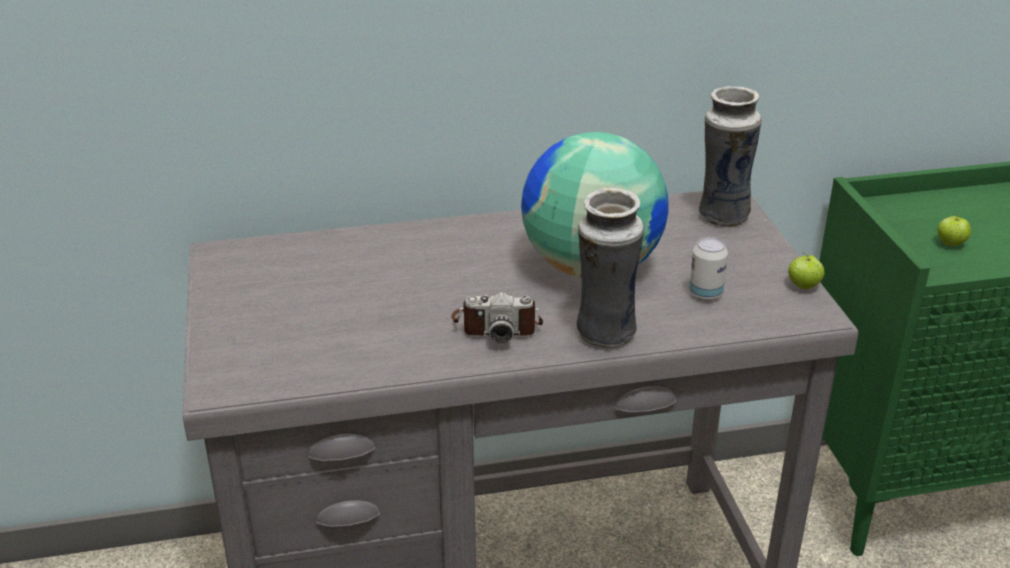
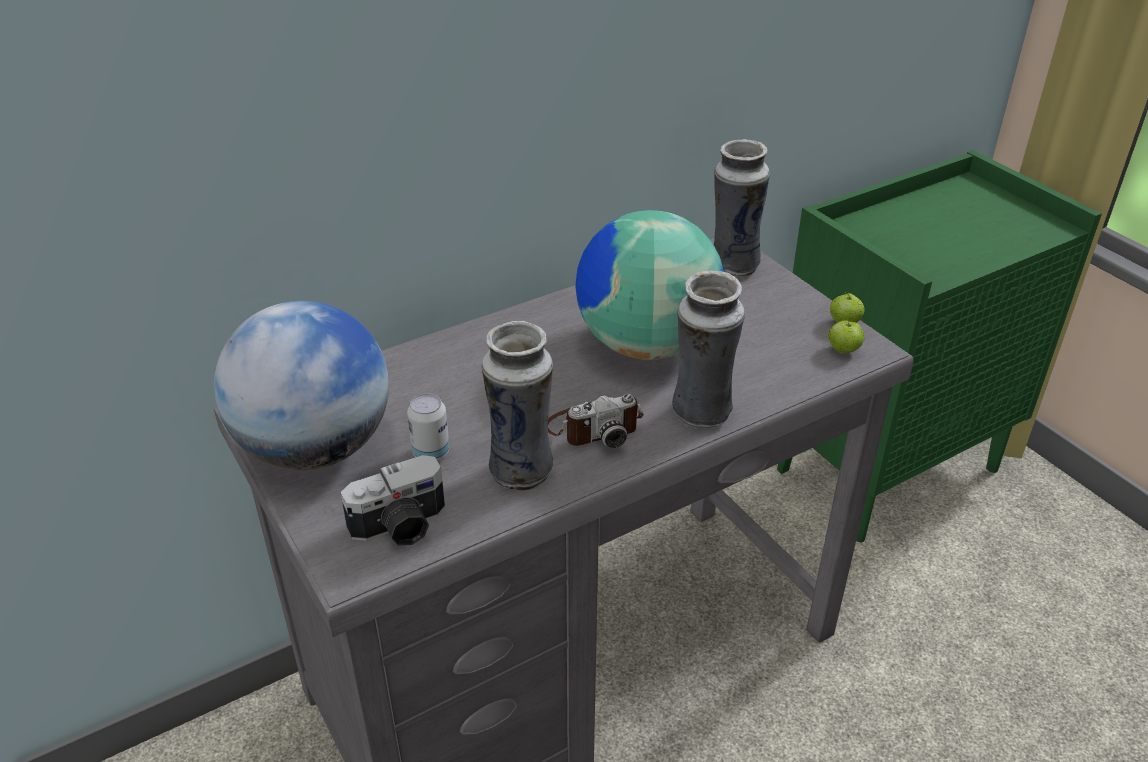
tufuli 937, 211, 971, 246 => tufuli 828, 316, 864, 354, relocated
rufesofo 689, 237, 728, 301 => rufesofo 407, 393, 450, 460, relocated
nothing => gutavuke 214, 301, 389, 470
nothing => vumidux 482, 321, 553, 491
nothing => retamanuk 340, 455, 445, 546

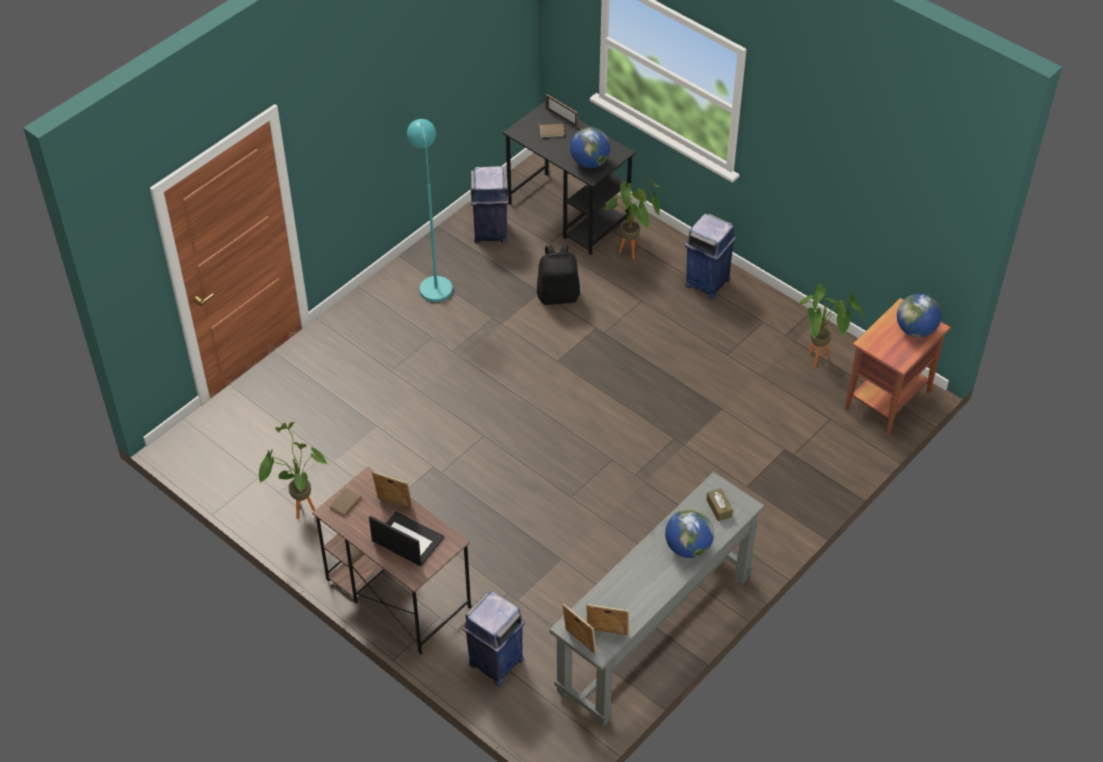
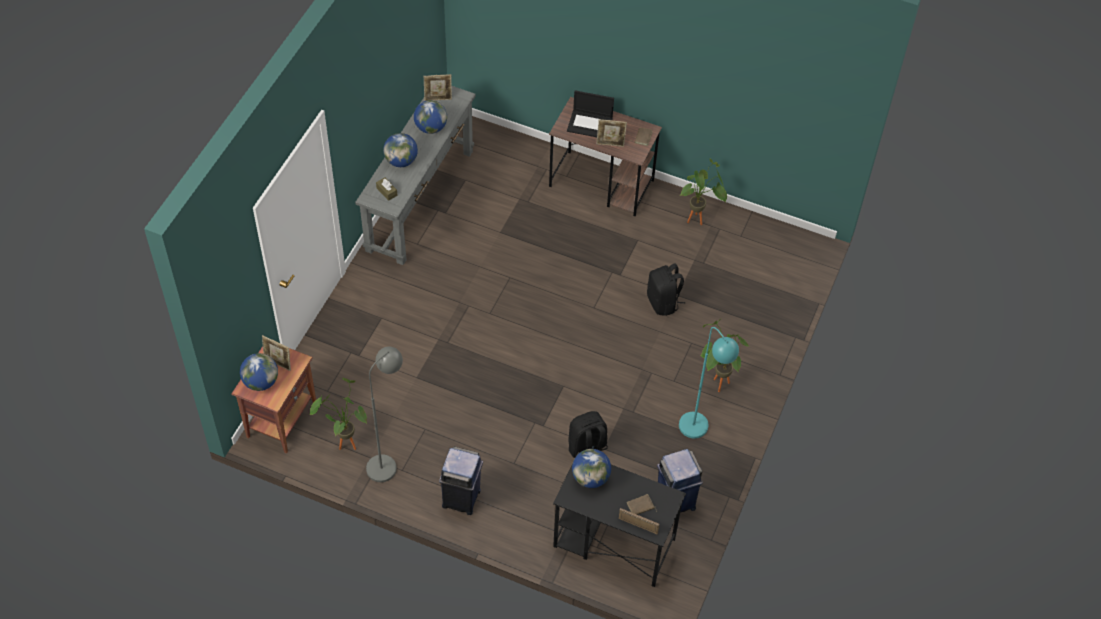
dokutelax 604, 175, 663, 259 => dokutelax 700, 319, 749, 392, relocated
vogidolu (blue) 463, 591, 525, 686 => nothing
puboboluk 562, 603, 596, 654 => puboboluk 262, 335, 291, 371, relocated
nothing => gutavuke 414, 100, 447, 134
nothing => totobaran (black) 647, 264, 685, 316
nothing => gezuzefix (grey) 366, 347, 403, 482

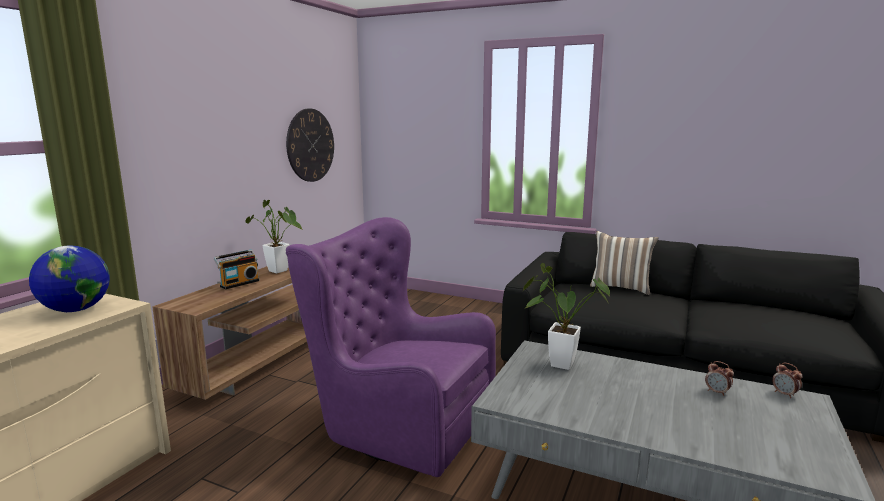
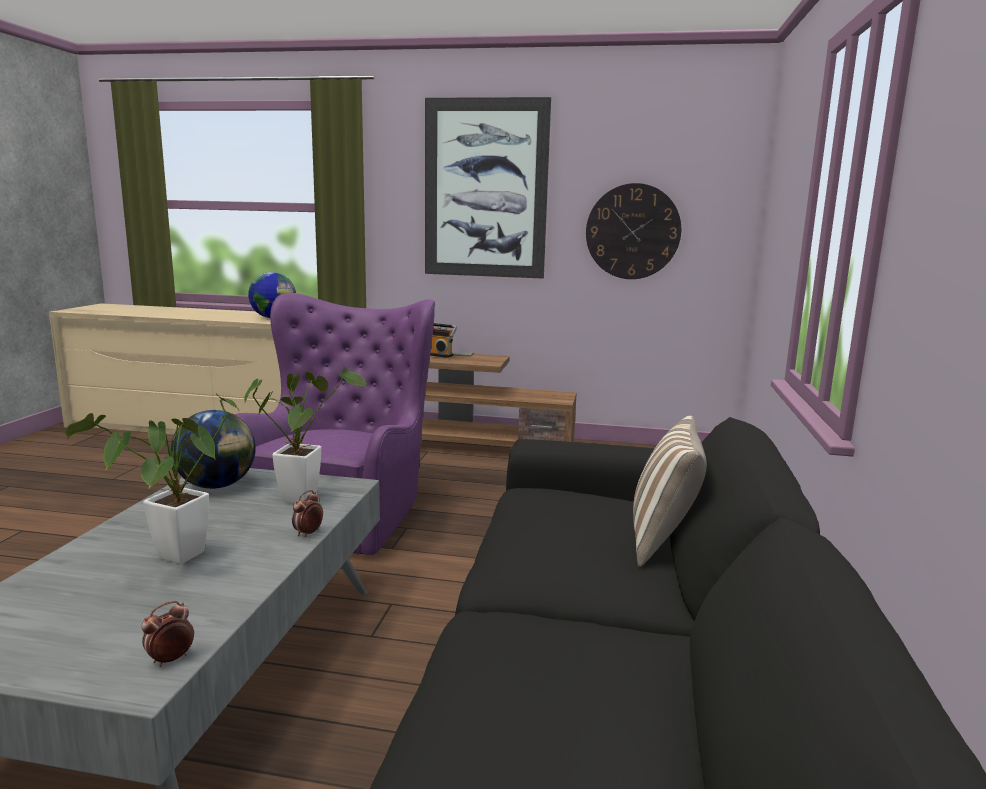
dokutelax 246, 200, 302, 273 => dokutelax 65, 394, 239, 564, relocated
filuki 705, 361, 734, 396 => filuki 292, 490, 323, 537, relocated
nothing => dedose 425, 97, 551, 279
nothing => gutavuke 171, 410, 256, 489

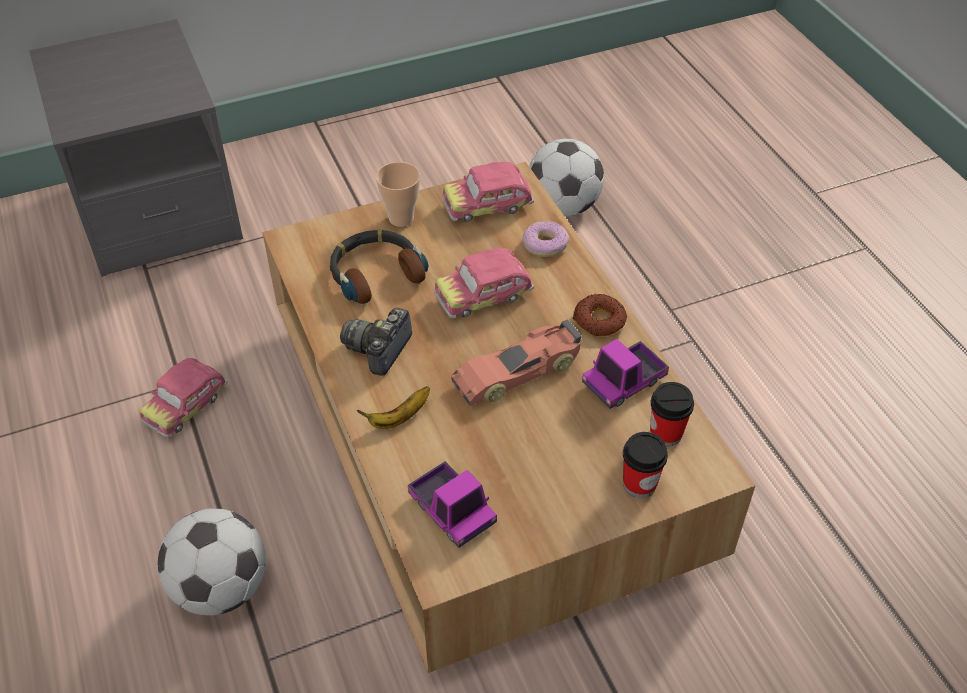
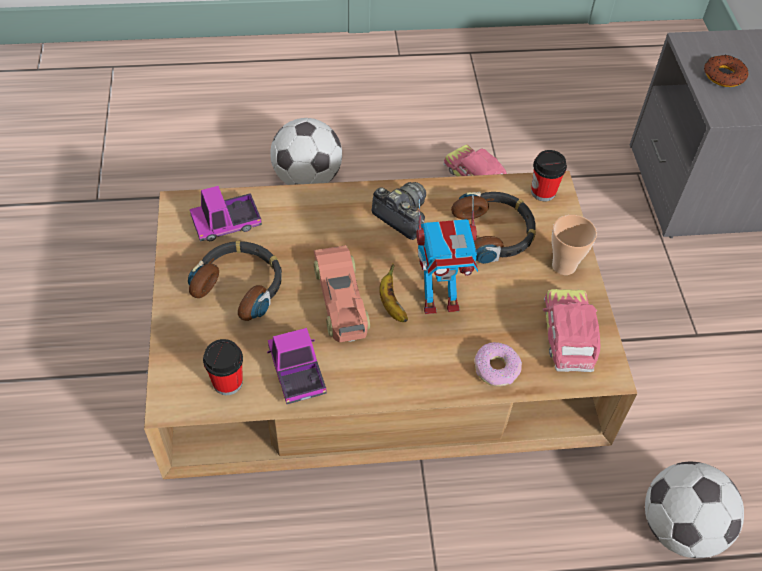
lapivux 434, 248, 534, 318 => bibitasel 417, 195, 478, 314
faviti 573, 294, 627, 336 => faviti 704, 55, 748, 87, relocated
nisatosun 357, 386, 430, 429 => nisatosun 379, 263, 408, 322, relocated
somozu 623, 432, 668, 498 => somozu 531, 150, 567, 201, relocated
nothing => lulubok 188, 240, 282, 321

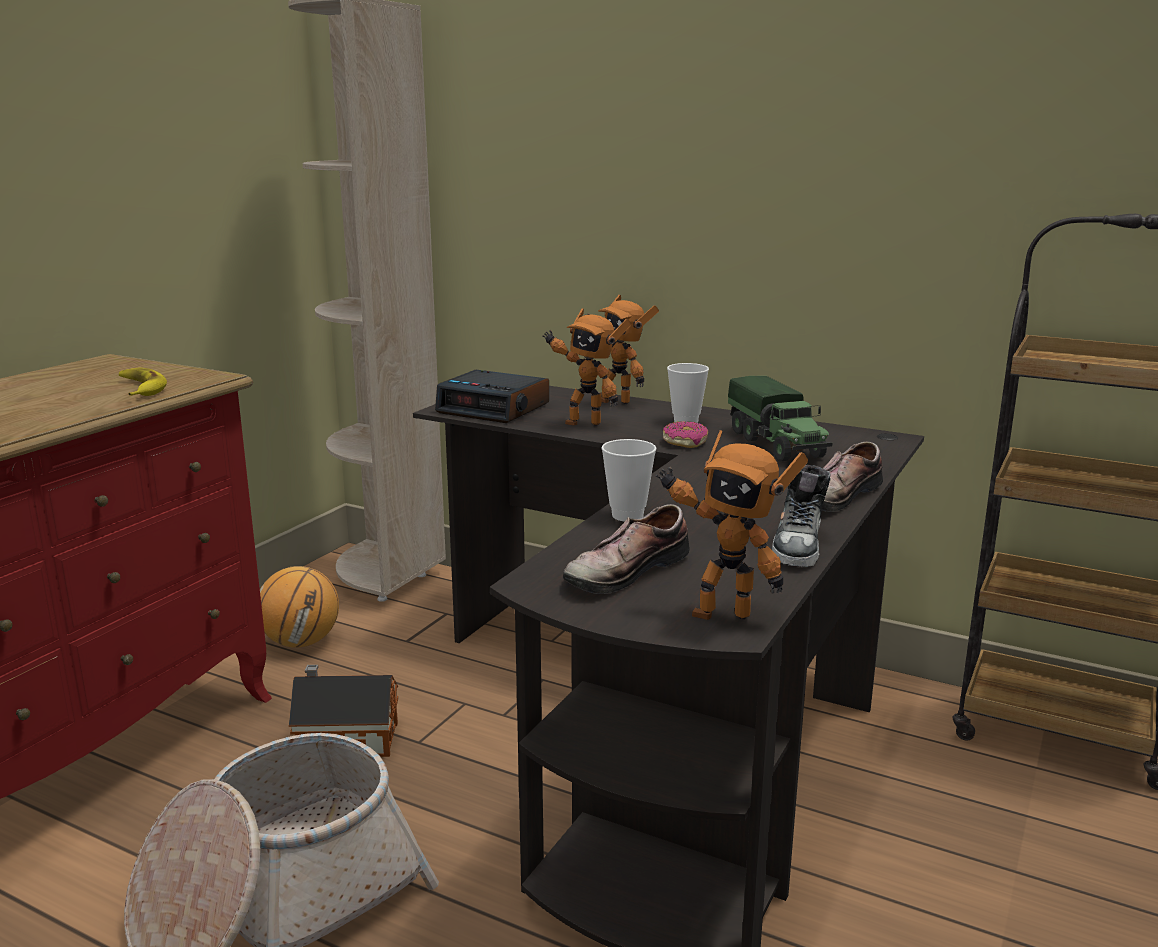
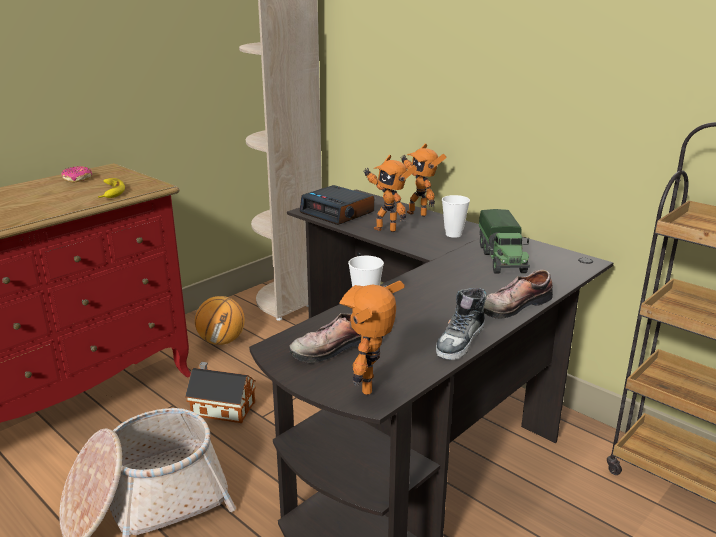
faviti 663, 421, 708, 448 => faviti 61, 166, 92, 183, relocated
bibitasel 656, 430, 808, 620 => bibitasel 339, 281, 405, 395, 75 degrees clockwise

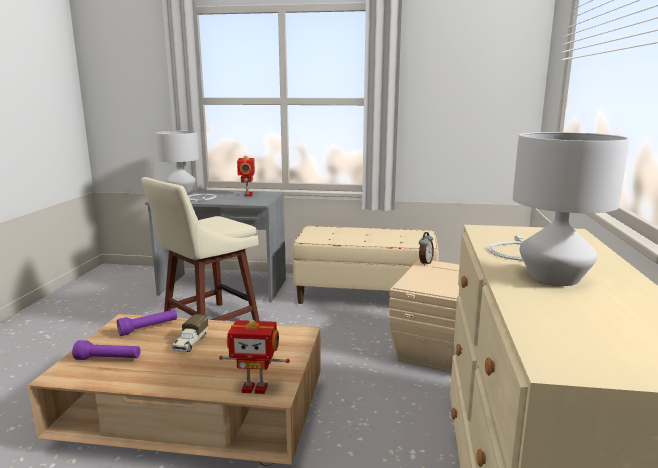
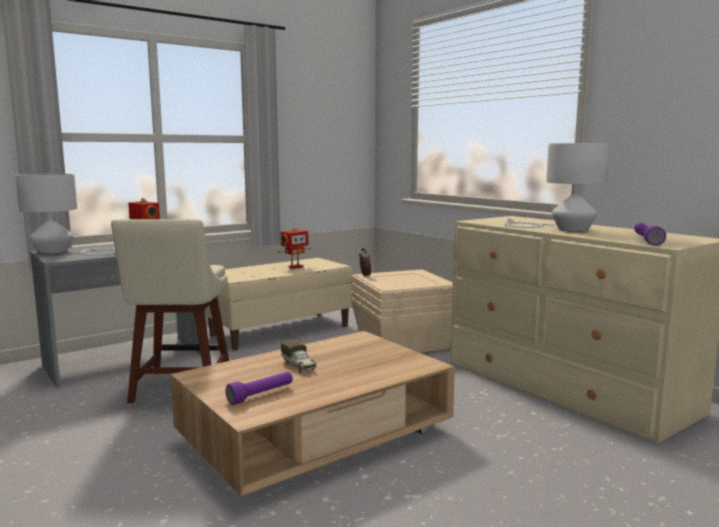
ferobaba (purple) 117, 309, 177, 336 => ferobaba (purple) 635, 223, 666, 246, relocated
bibitasel 219, 320, 290, 394 => bibitasel 278, 227, 311, 269, relocated

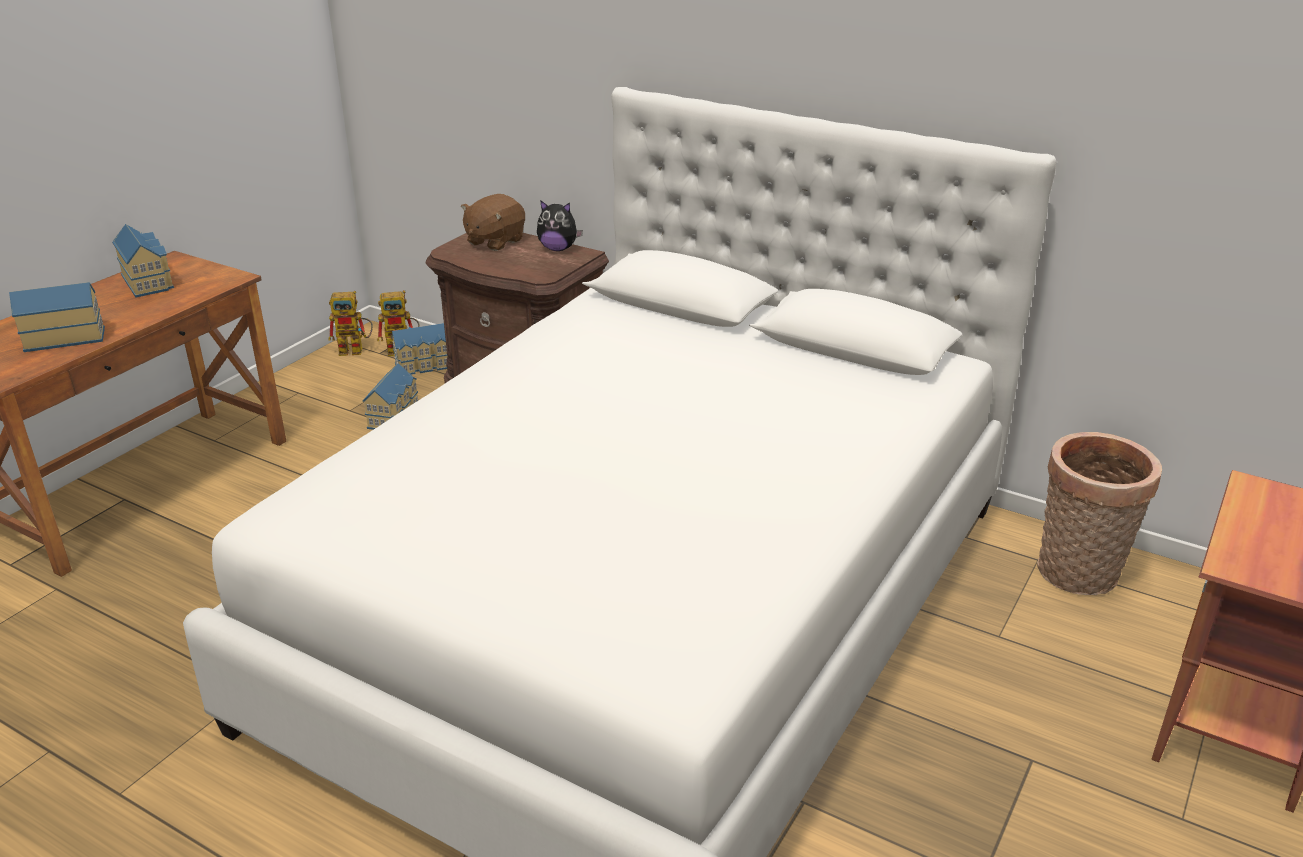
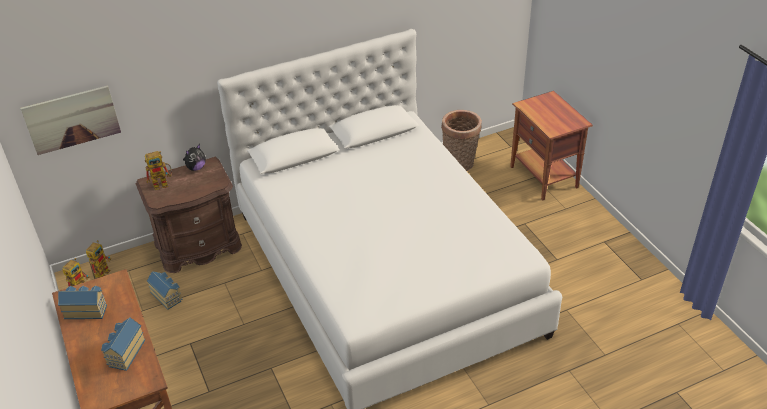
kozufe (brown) 461, 194, 525, 251 => bibitasel 145, 151, 172, 190
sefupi 391, 323, 448, 375 => nothing
nothing => dedose 20, 85, 121, 155

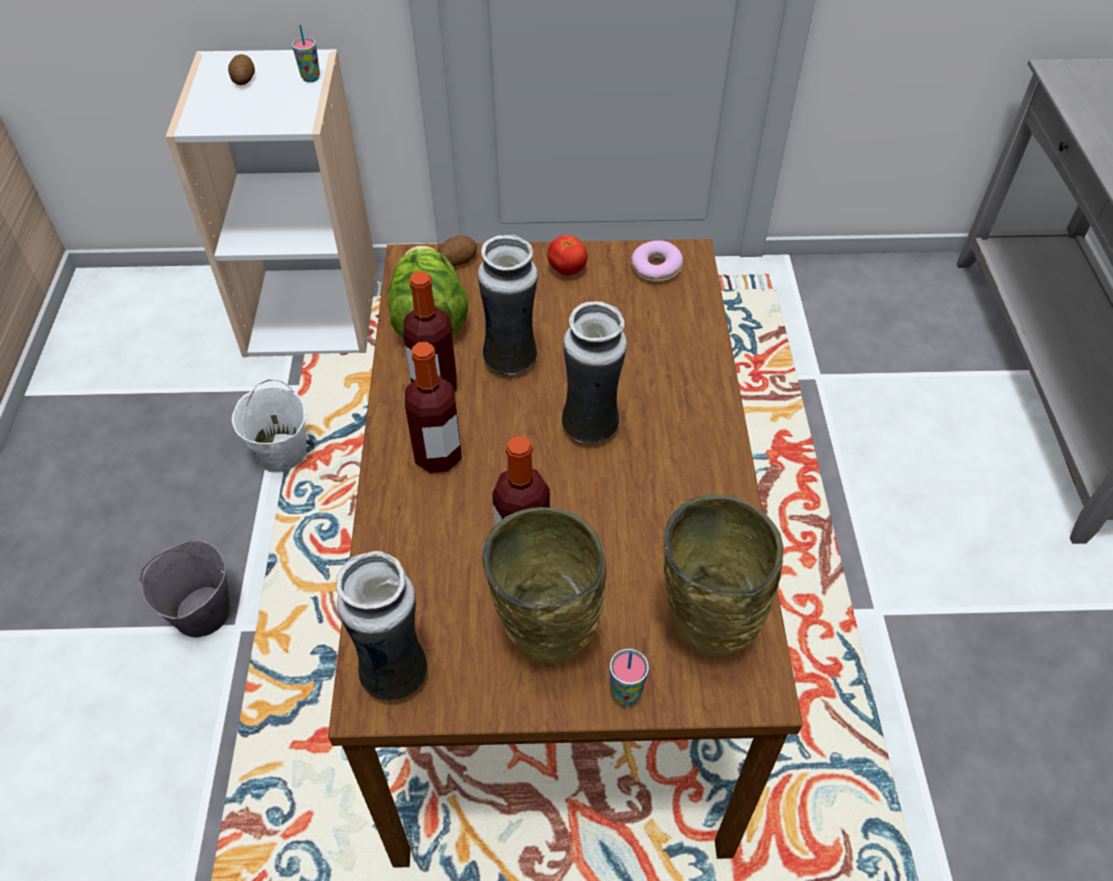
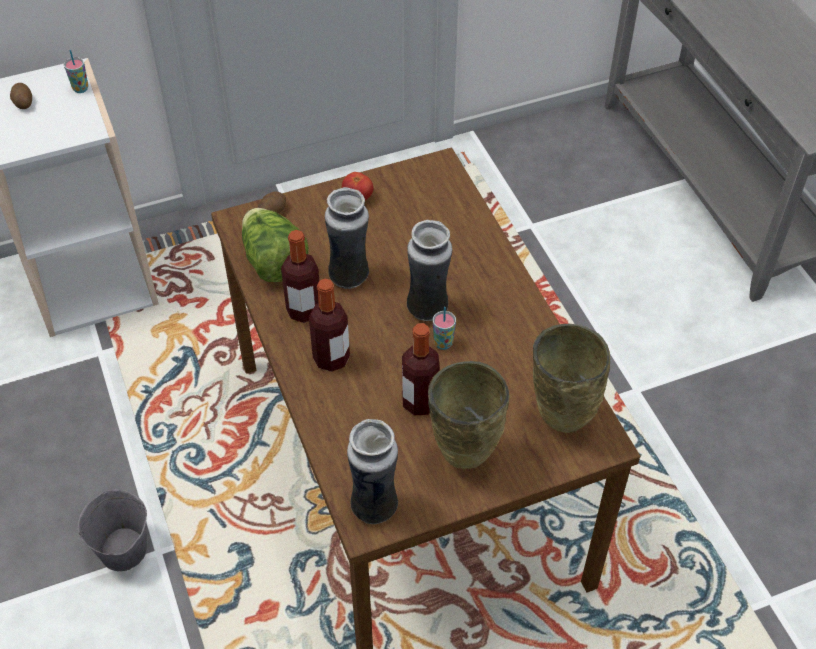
faviti 631, 240, 683, 282 => nothing
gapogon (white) 232, 379, 307, 473 => nothing
somozu 610, 649, 649, 706 => somozu 433, 307, 456, 350, relocated

